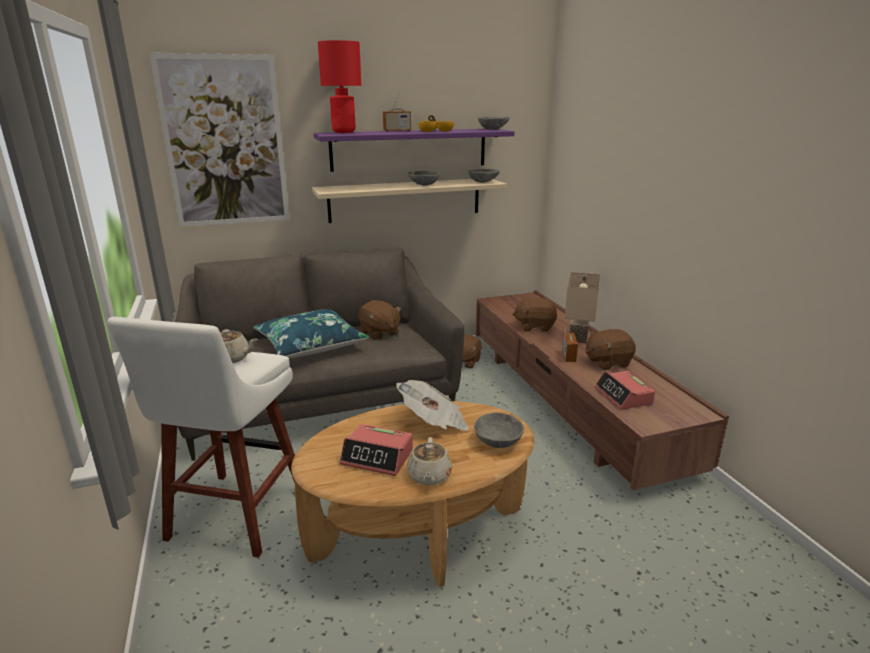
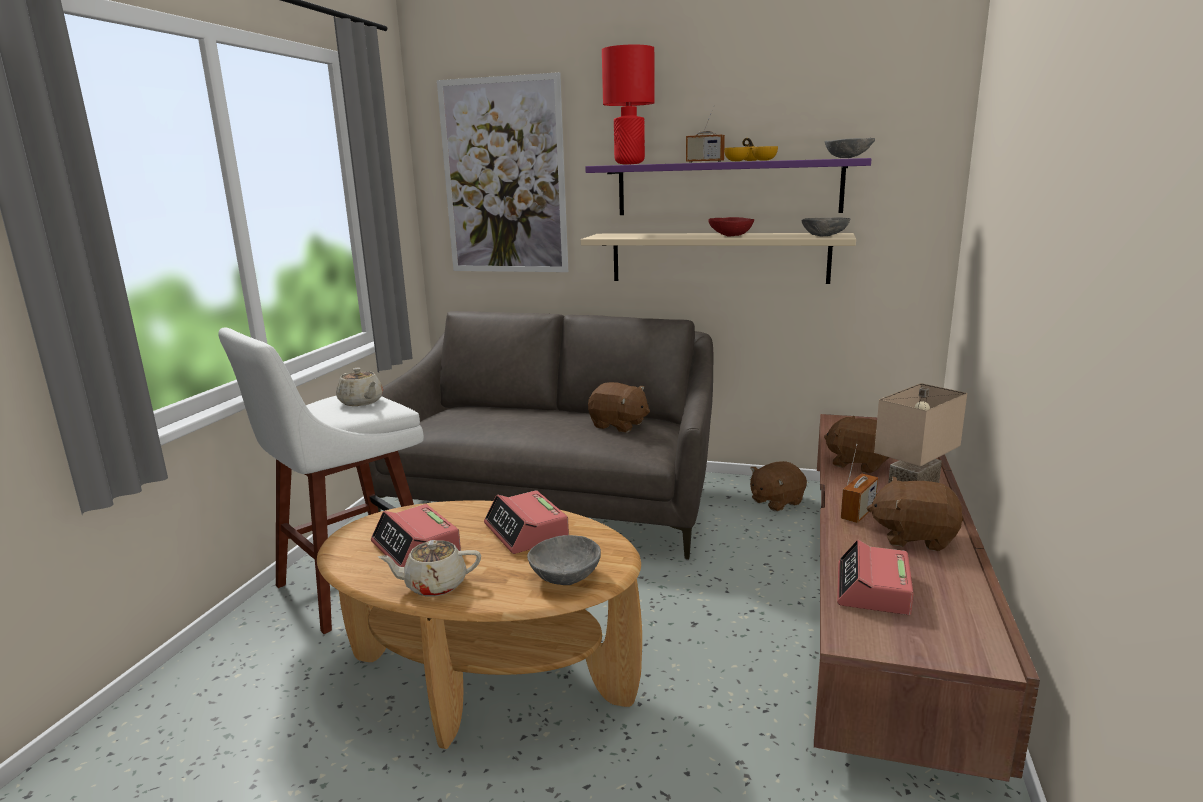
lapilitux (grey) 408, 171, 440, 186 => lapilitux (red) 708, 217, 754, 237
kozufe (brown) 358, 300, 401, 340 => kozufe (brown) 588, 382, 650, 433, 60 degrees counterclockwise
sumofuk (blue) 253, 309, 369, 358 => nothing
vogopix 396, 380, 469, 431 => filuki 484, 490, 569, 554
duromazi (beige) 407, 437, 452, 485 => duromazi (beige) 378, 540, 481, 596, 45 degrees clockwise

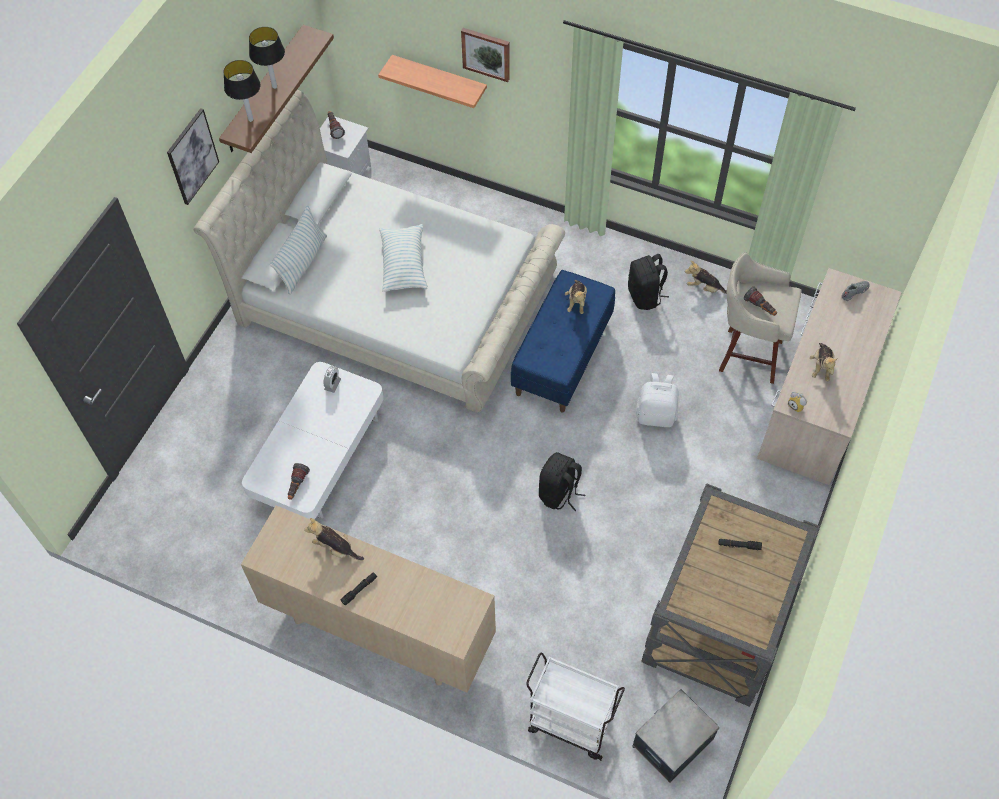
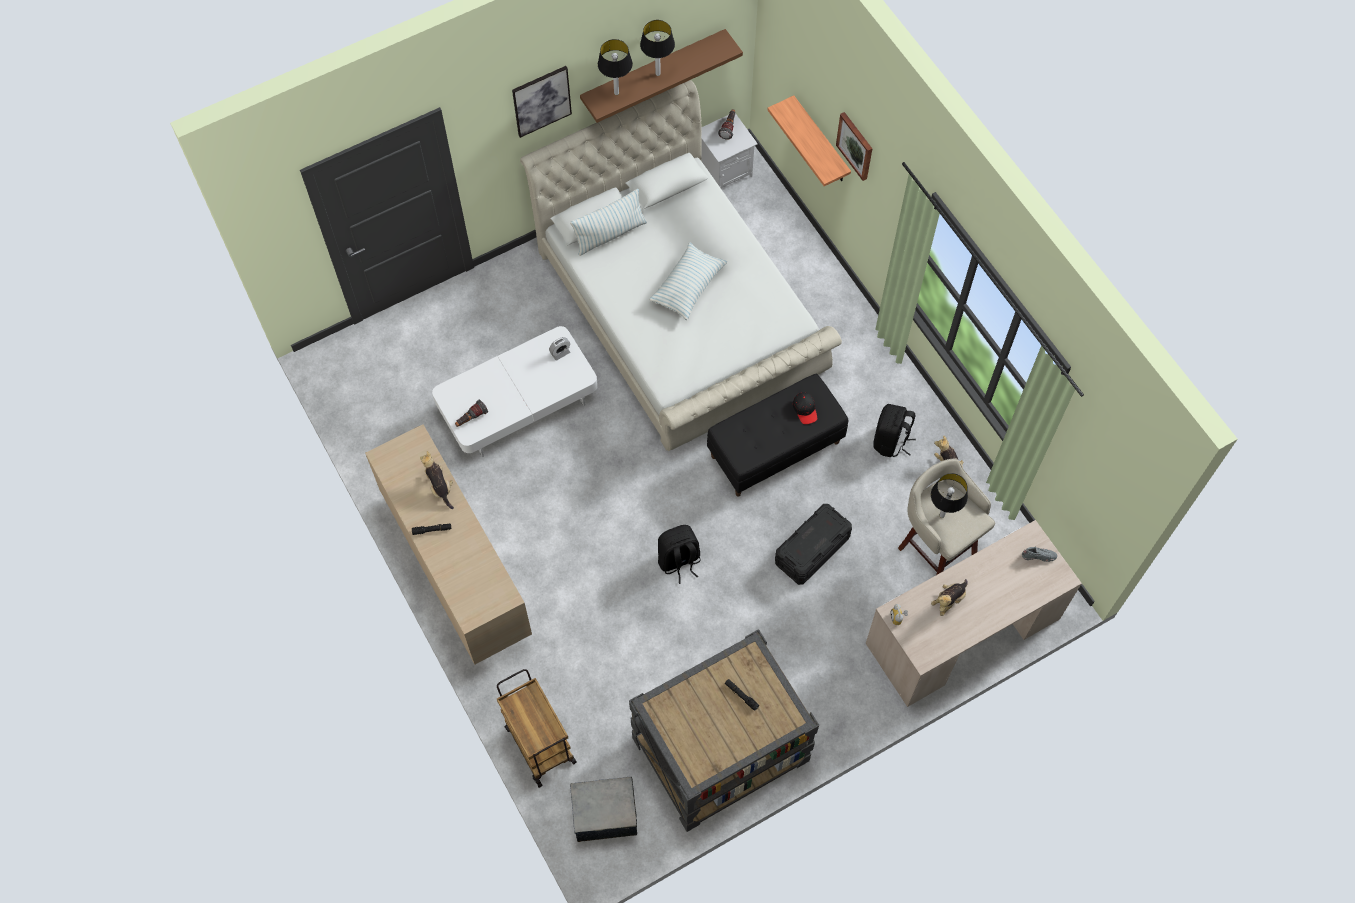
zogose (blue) 511, 270, 615, 413 => zogose (black) 707, 374, 848, 497
kozufe 565, 280, 587, 314 => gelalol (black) 793, 392, 817, 424
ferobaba 744, 287, 777, 316 => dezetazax 931, 473, 968, 518
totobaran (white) 636, 373, 679, 427 => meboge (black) 775, 504, 852, 585
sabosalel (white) 527, 652, 625, 761 => sabosalel (brown) 497, 669, 577, 788

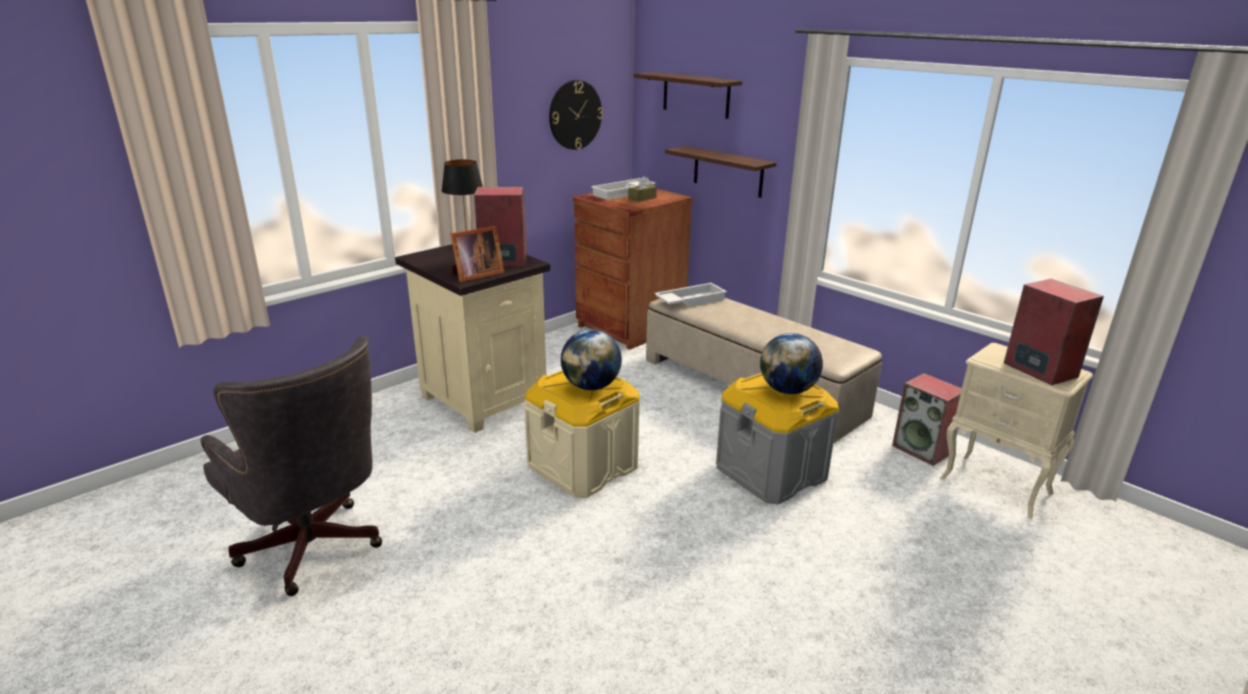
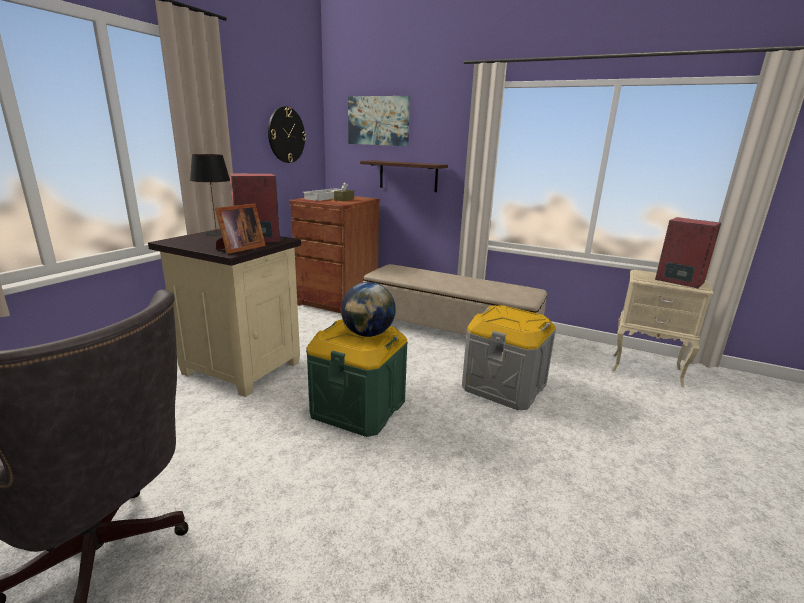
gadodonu 634, 72, 742, 119 => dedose 348, 96, 410, 146
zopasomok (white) 654, 283, 727, 307 => nothing
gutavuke 760, 333, 823, 394 => nothing
meboge (beige) 525, 370, 640, 498 => meboge (green) 306, 319, 408, 437
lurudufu 892, 373, 962, 466 => nothing

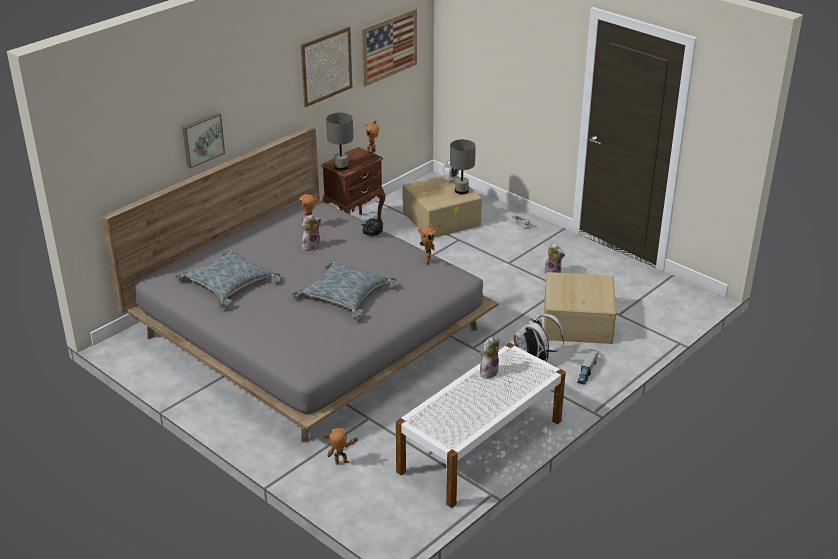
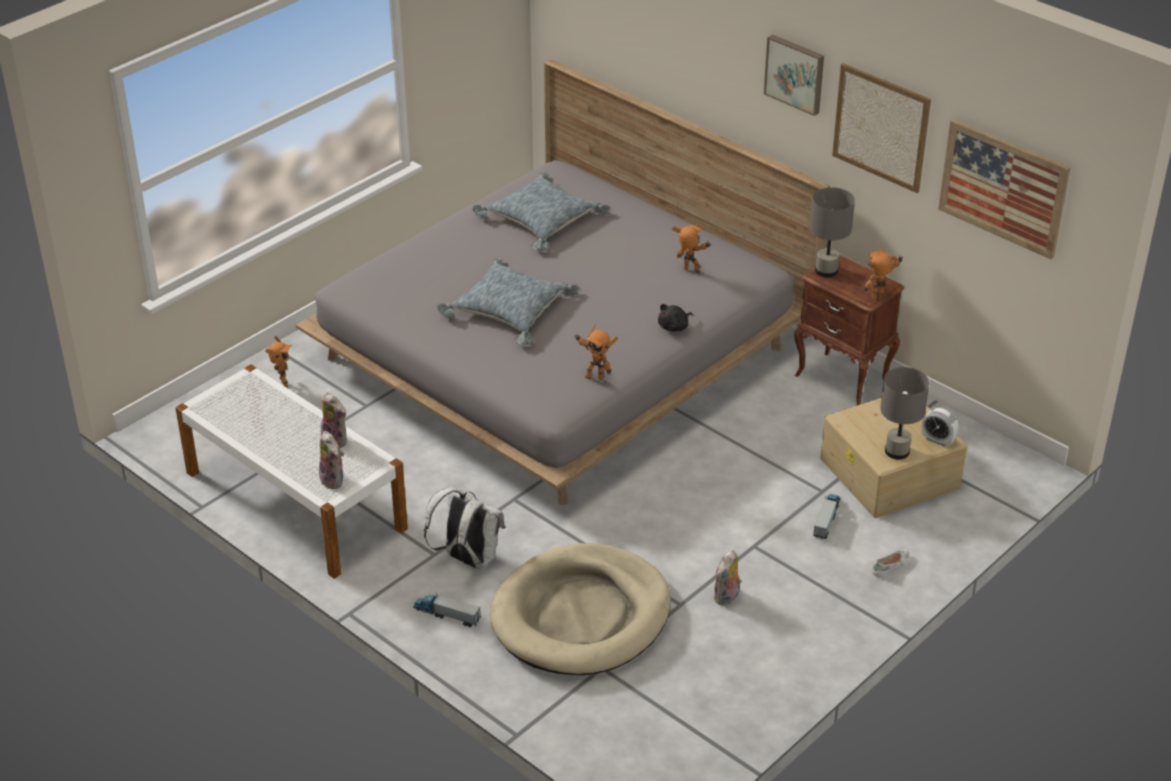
dedose 182, 113, 225, 169 => dedose 764, 35, 824, 116, relocated
kozufe 302, 214, 321, 251 => kozufe 319, 431, 344, 489, relocated
meboge (beige) 544, 272, 616, 344 => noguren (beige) 490, 543, 671, 675
nothing => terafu 813, 494, 840, 540

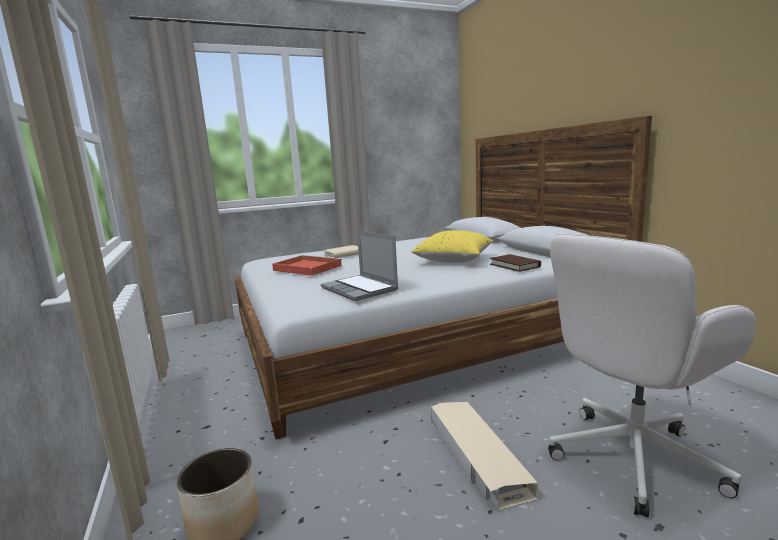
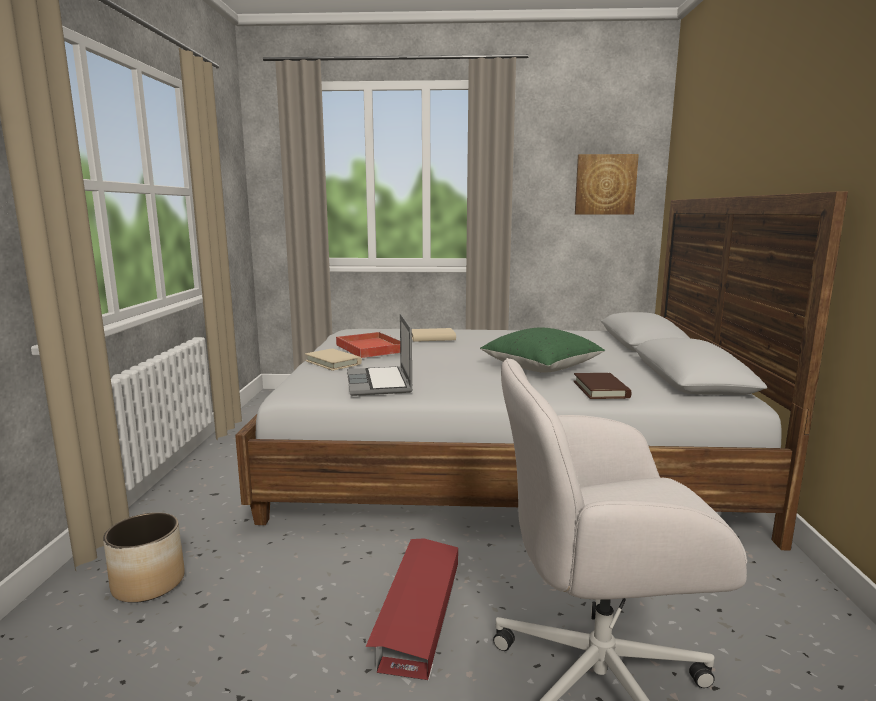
sumofuk (yellow) 411, 230, 493, 263 => sumofuk (green) 480, 327, 605, 373
meboge (beige) 431, 402, 538, 510 => meboge (red) 366, 538, 458, 680
nothing => dedose 575, 154, 639, 215
nothing => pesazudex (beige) 305, 349, 362, 371

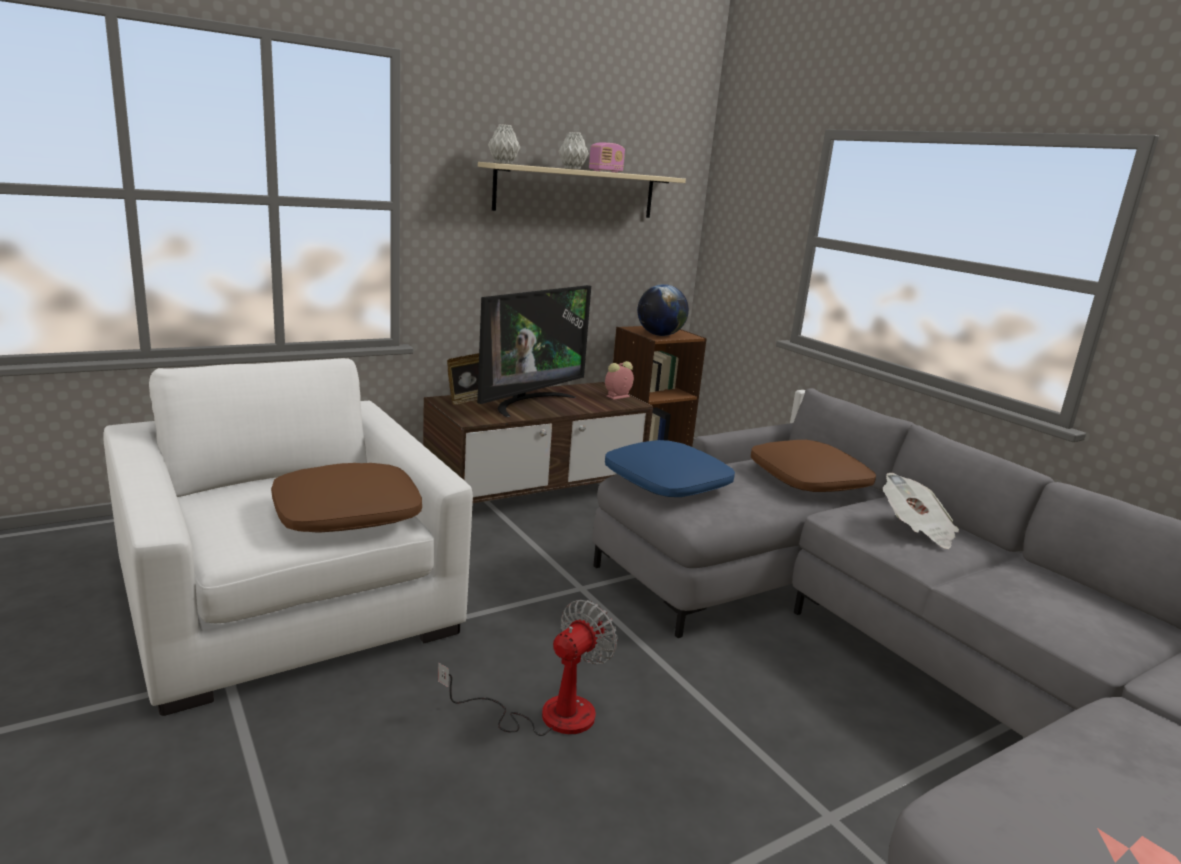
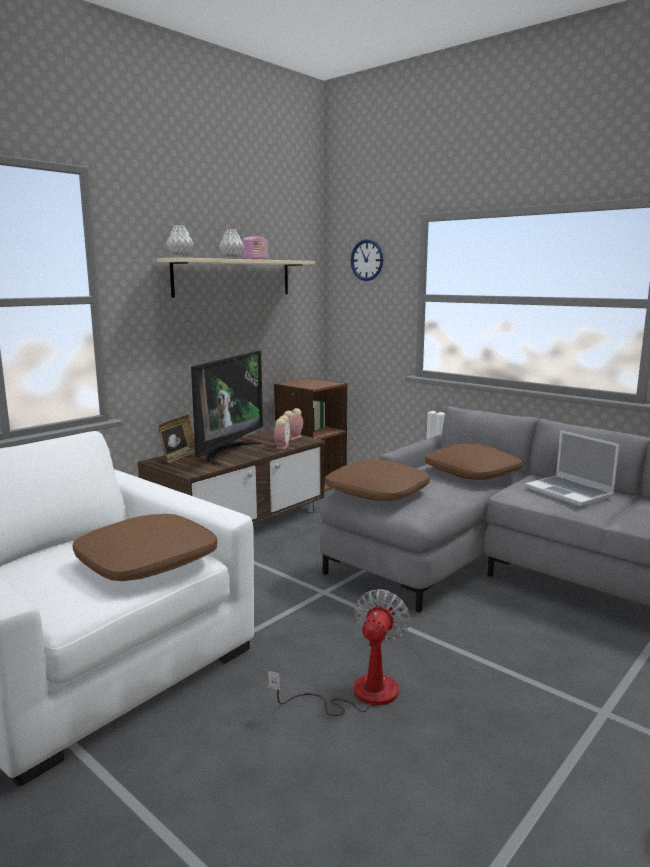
gutavuke 637, 284, 689, 336 => nothing
sumofuk (blue) 605, 440, 735, 497 => sumofuk (brown) 326, 460, 430, 501
vogopix 883, 473, 959, 549 => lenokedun 525, 430, 619, 506
nothing => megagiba 351, 239, 383, 281
nothing => filuki 274, 415, 290, 449

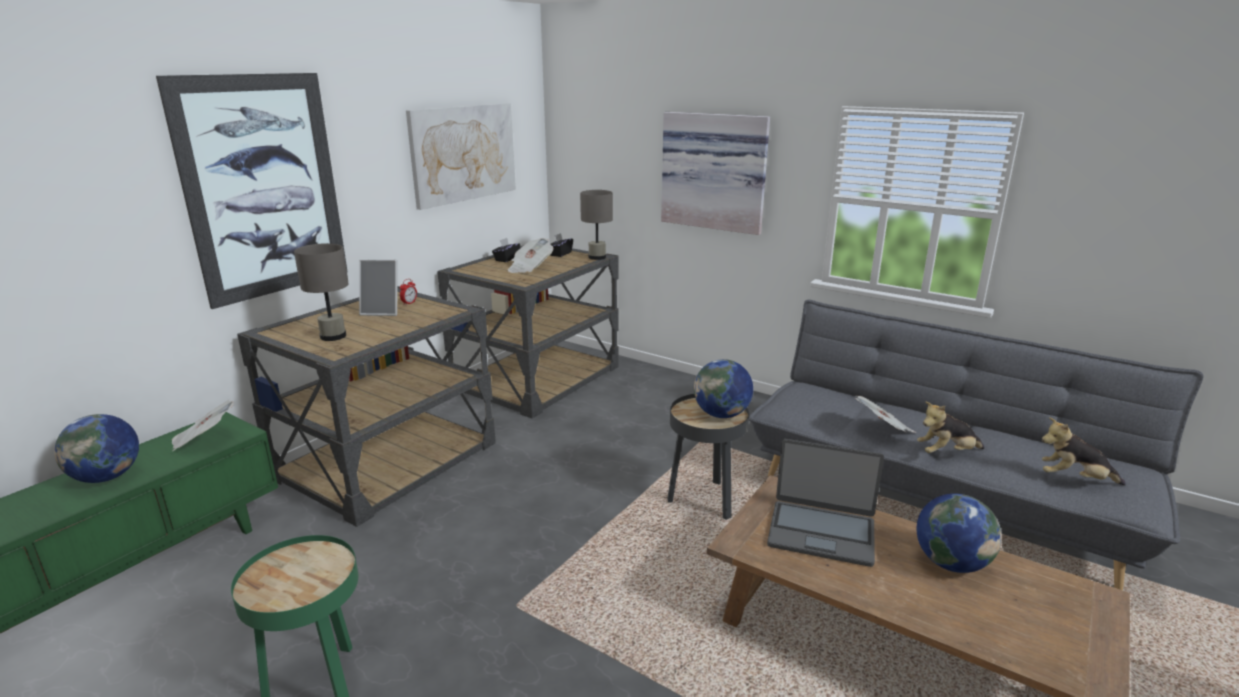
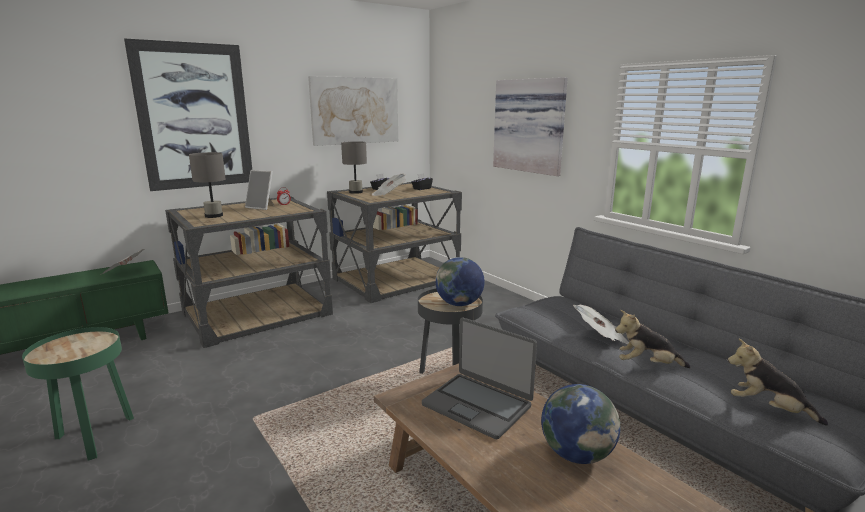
dezetazax (grey) 580, 190, 613, 260 => dezetazax (grey) 341, 141, 367, 194, relocated
gutavuke 54, 414, 139, 483 => nothing

